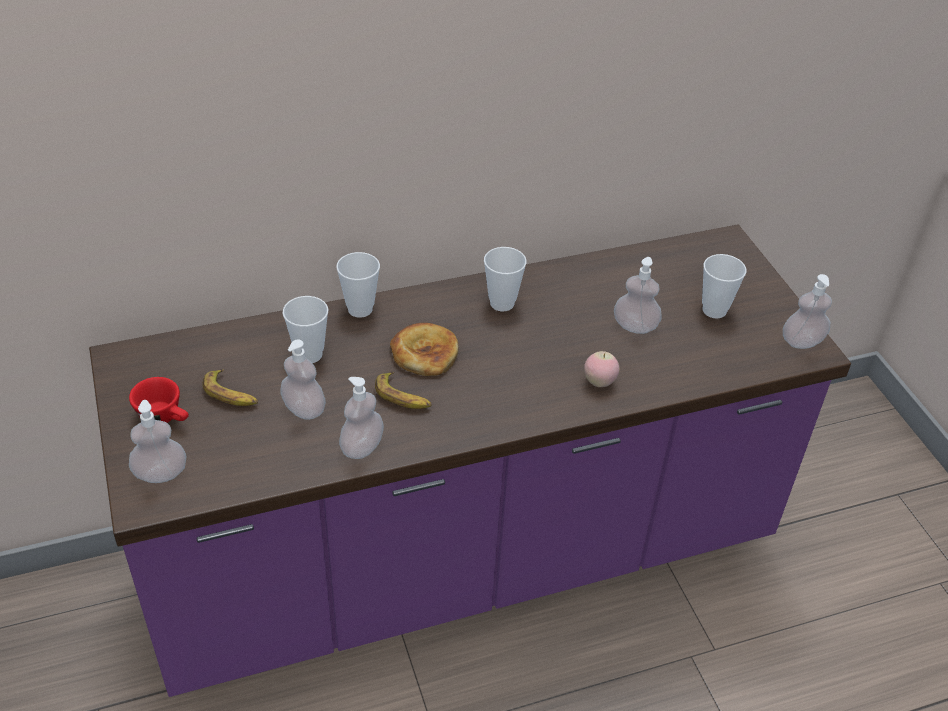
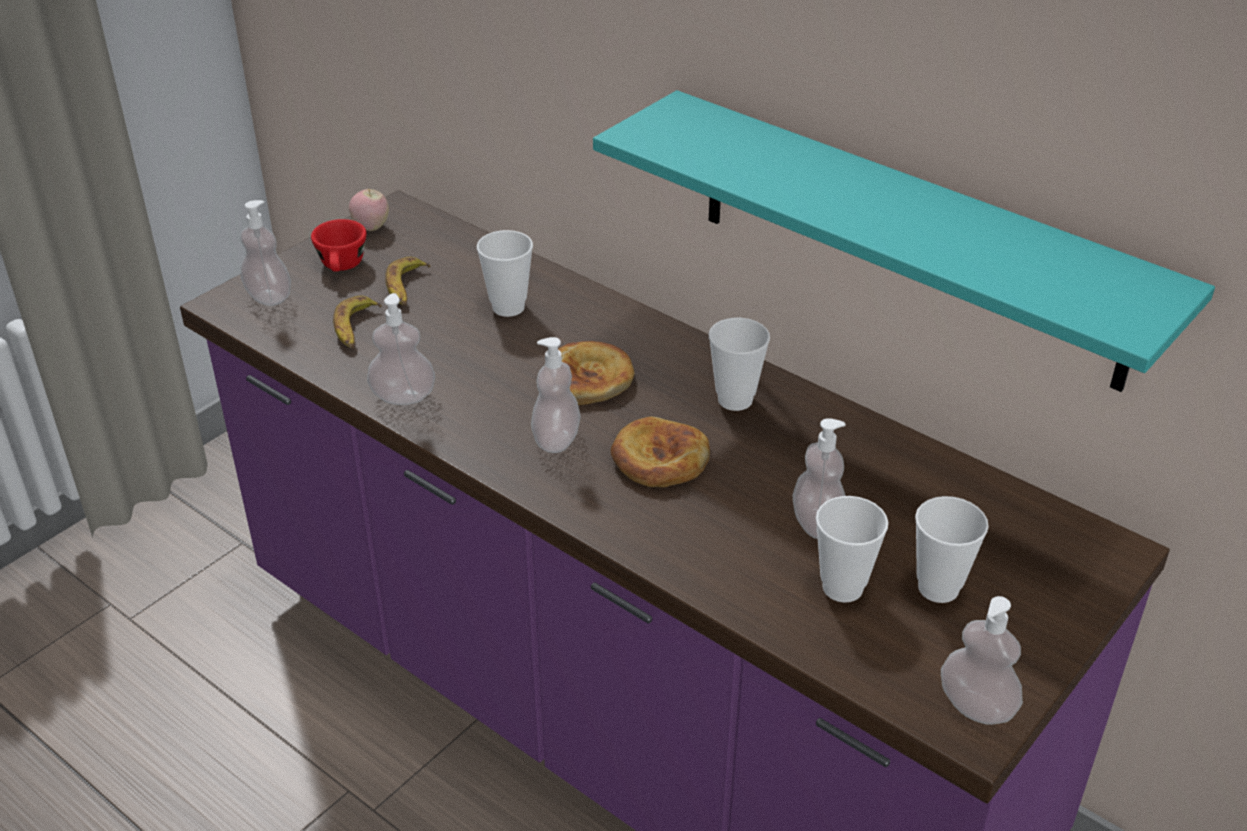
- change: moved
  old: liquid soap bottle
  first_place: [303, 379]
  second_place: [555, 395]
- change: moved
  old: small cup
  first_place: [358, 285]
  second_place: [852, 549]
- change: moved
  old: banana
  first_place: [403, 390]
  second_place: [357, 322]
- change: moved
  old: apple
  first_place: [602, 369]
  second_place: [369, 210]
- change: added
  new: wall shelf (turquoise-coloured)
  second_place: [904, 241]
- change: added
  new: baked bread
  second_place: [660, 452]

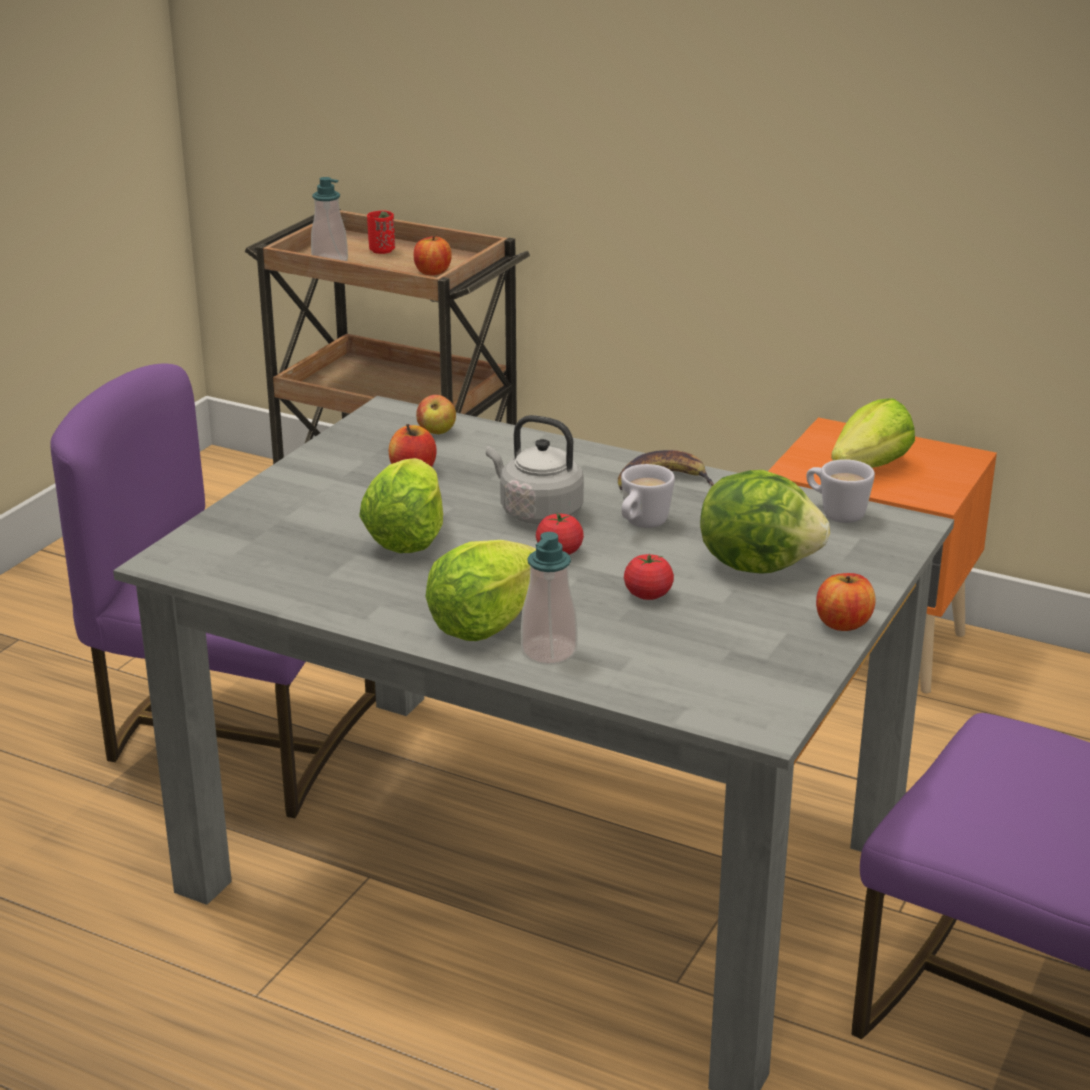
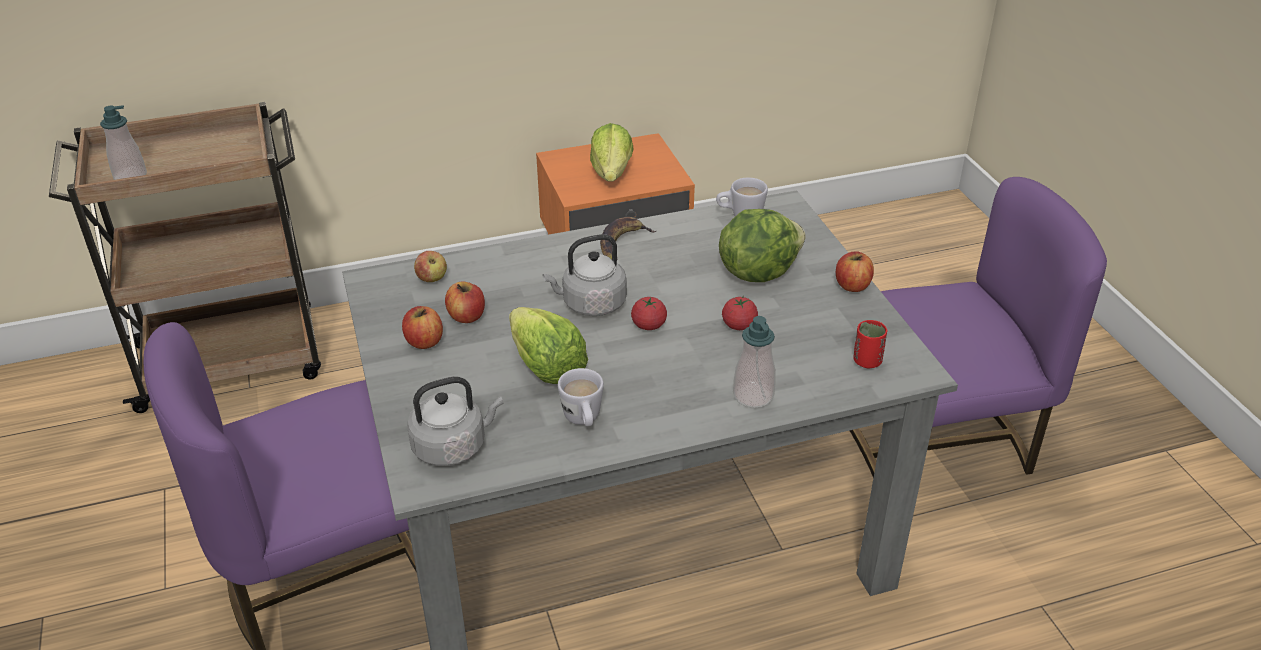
- change: moved
  old: small cup (red)
  first_place: [381, 232]
  second_place: [870, 344]
- change: moved
  old: apple
  first_place: [433, 255]
  second_place: [422, 327]
- change: removed
  old: lettuce head
  first_place: [480, 590]
- change: moved
  old: tea mug (white)
  first_place: [648, 496]
  second_place: [581, 397]
- change: added
  new: water kettle (gray)
  second_place: [455, 421]

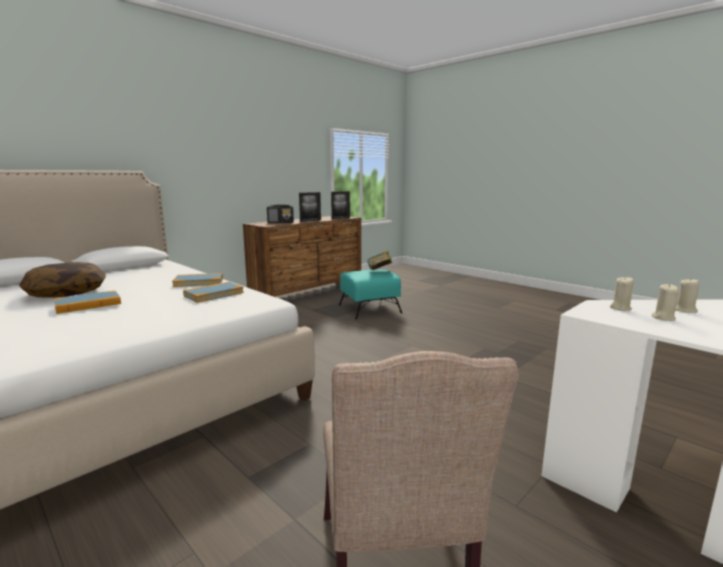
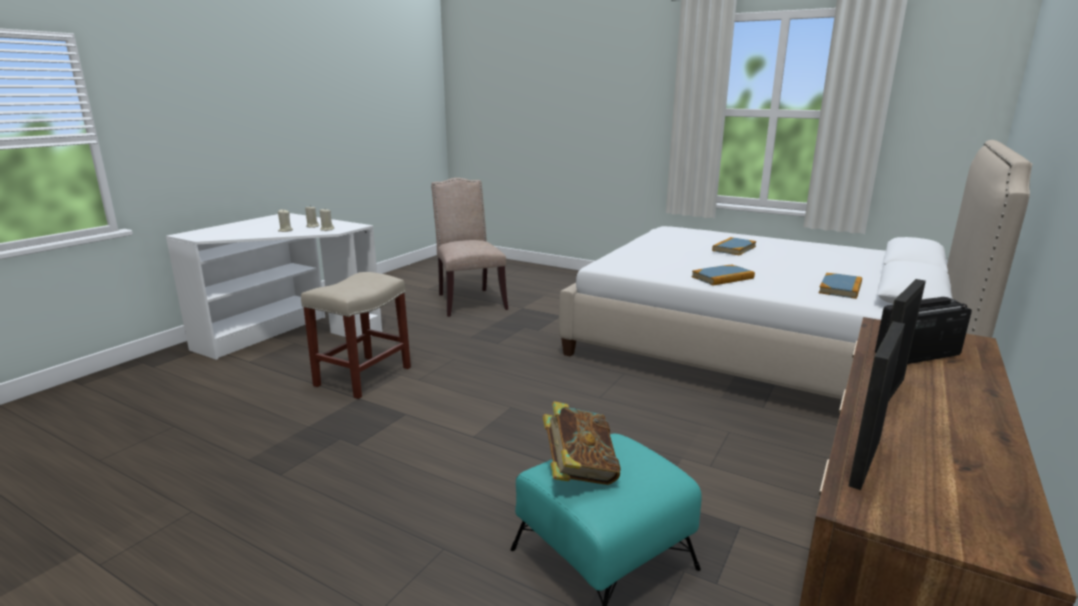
- change: removed
  old: pillow
  first_place: [63, 280]
- change: moved
  old: volume
  first_place: [213, 292]
  second_place: [840, 286]
- change: added
  new: stool seat (beige)
  second_place: [356, 335]

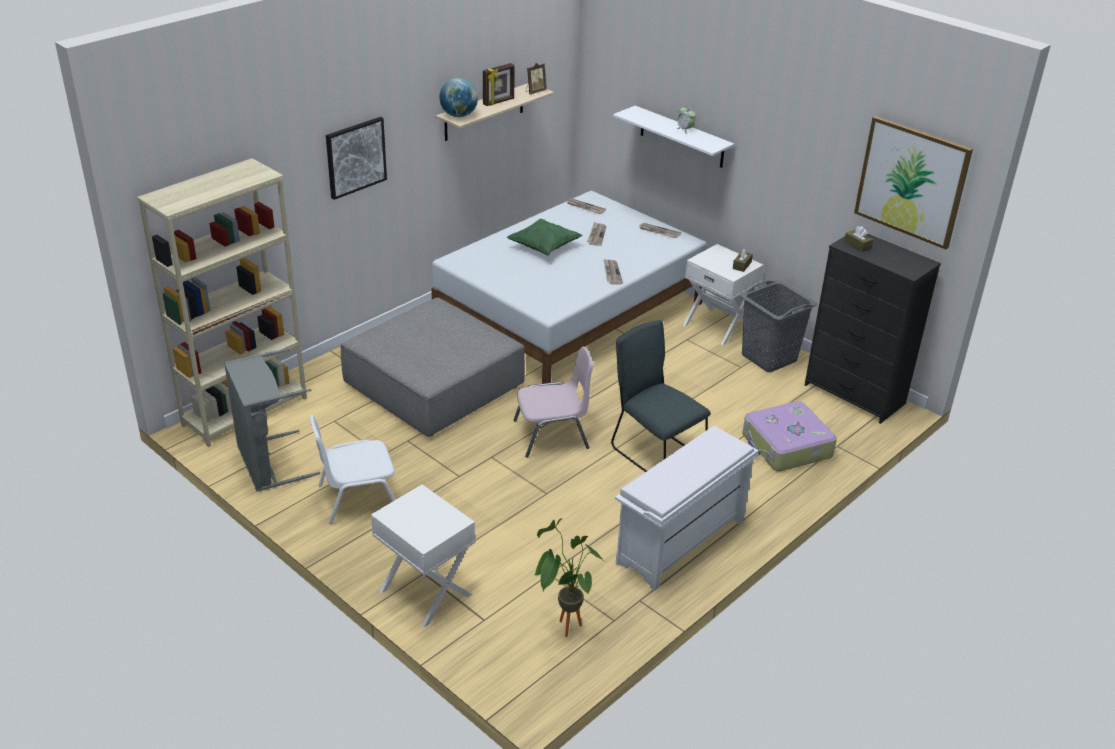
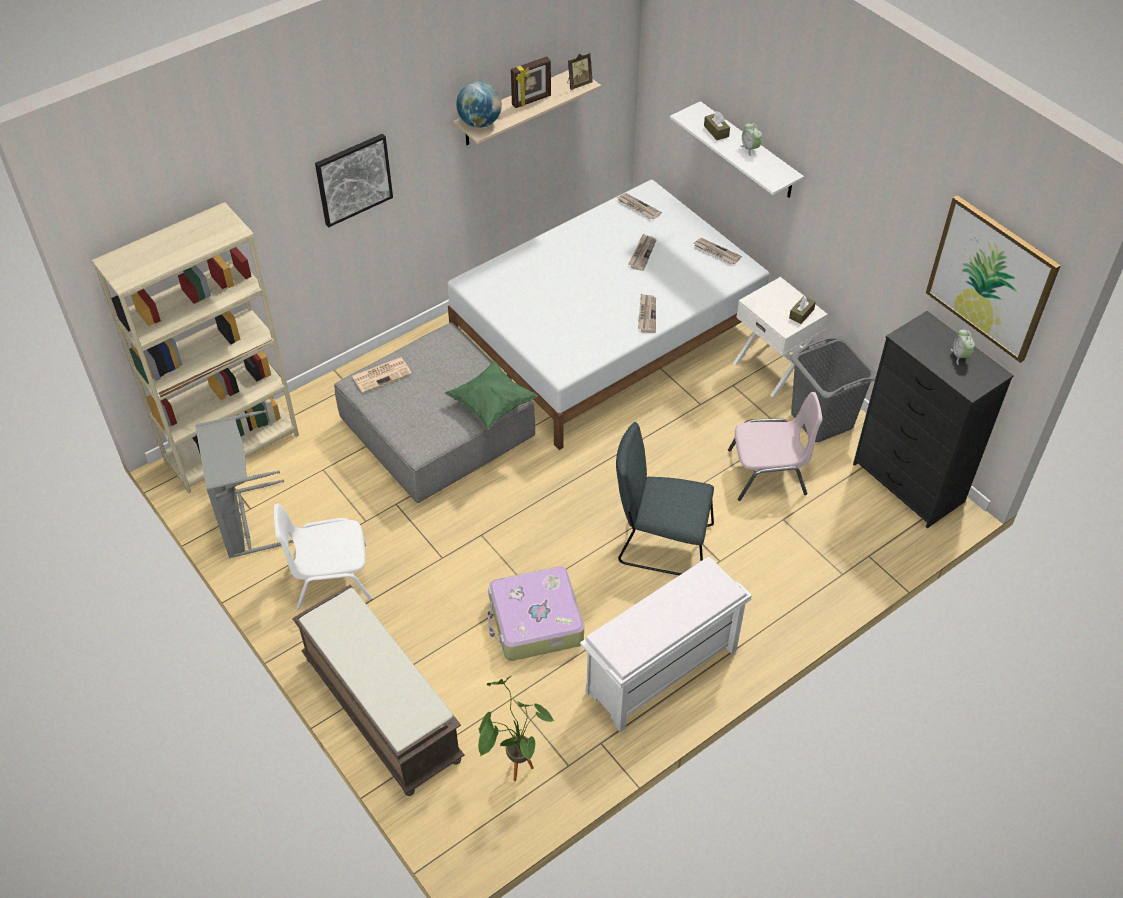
- change: replaced
  old: nightstand (white)
  new: long seat (brown-coloured)
  first_place: [423, 555]
  second_place: [378, 690]
- change: moved
  old: pillow (green-coloured)
  first_place: [544, 237]
  second_place: [491, 395]
- change: moved
  old: chair (pink)
  first_place: [553, 402]
  second_place: [775, 446]
- change: turned
  old: chair (gray)
  first_place: [661, 396]
  second_place: [665, 498]
  degrees: -45
- change: moved
  old: suitcase
  first_place: [789, 436]
  second_place: [535, 613]
- change: moved
  old: tissue box (brown-coloured)
  first_place: [858, 239]
  second_place: [717, 125]
- change: added
  new: daily paper
  second_place: [382, 375]
- change: added
  new: alarm clock
  second_place: [963, 347]

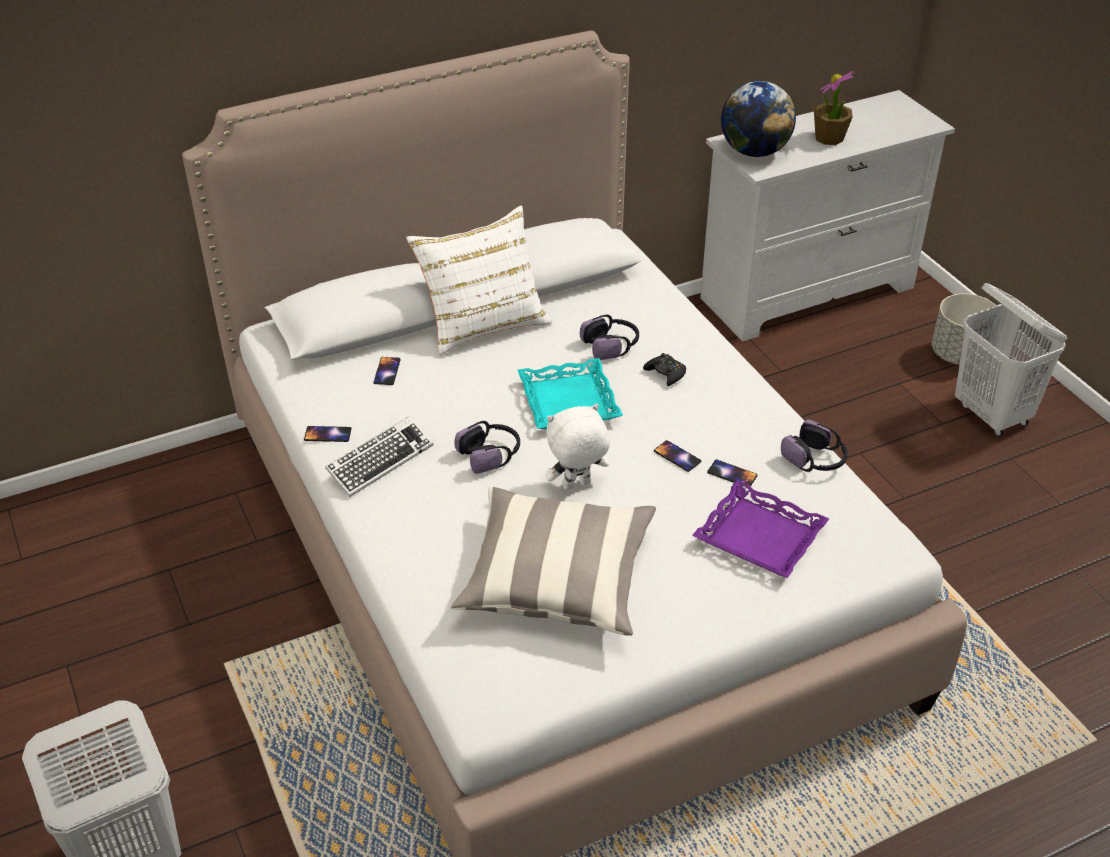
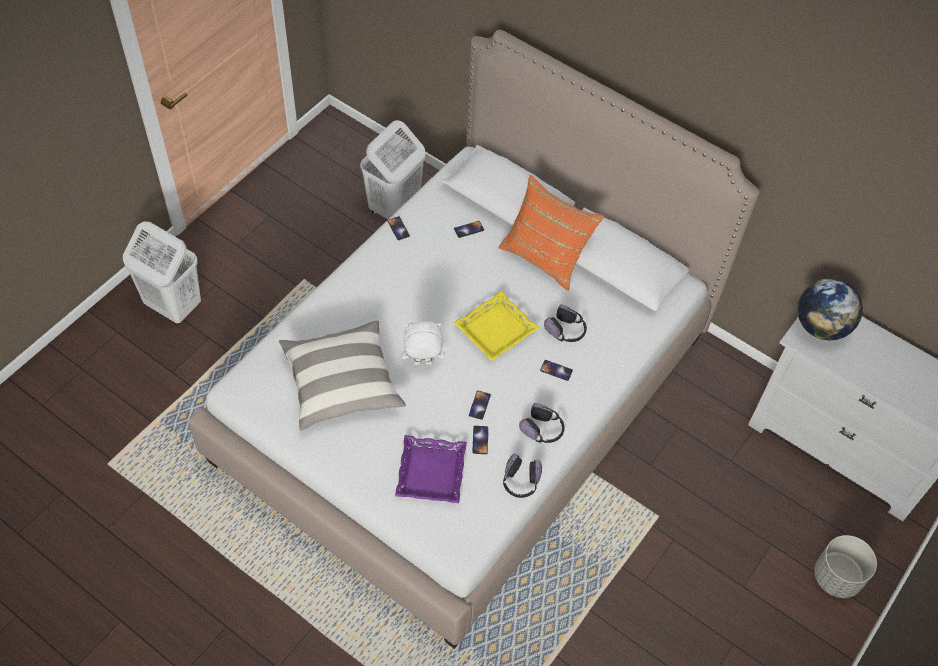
- change: removed
  old: keyboard
  first_place: [379, 456]
- change: recoloured
  old: pillow (white)
  new: pillow (orange)
  first_place: [479, 280]
  second_place: [551, 233]
- change: moved
  old: headset
  first_place: [487, 447]
  second_place: [542, 423]
- change: recoloured
  old: tray (turquoise-coloured)
  new: tray (yellowish)
  first_place: [570, 393]
  second_place: [496, 326]
- change: turned
  old: plush toy (white)
  first_place: [577, 447]
  second_place: [423, 343]
  degrees: -45
- change: replaced
  old: joypad (black-coloured)
  new: telephone
  first_place: [664, 369]
  second_place: [556, 370]
- change: removed
  old: plant in a pot
  first_place: [834, 108]
- change: moved
  old: washing basket (white)
  first_place: [1011, 360]
  second_place: [392, 169]

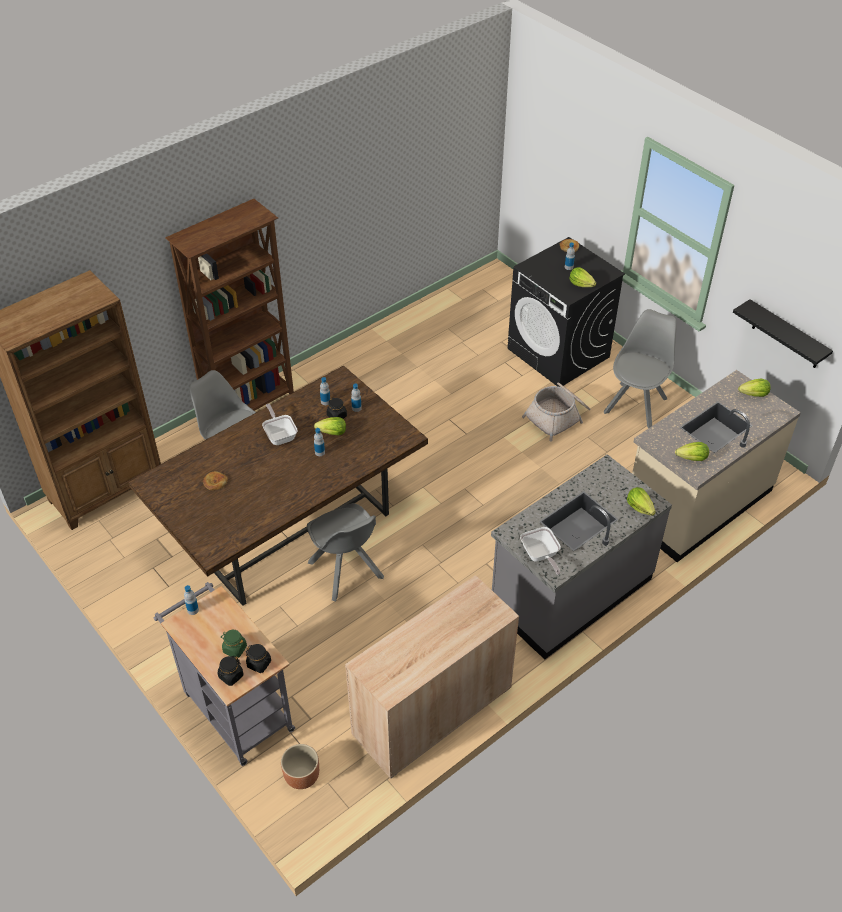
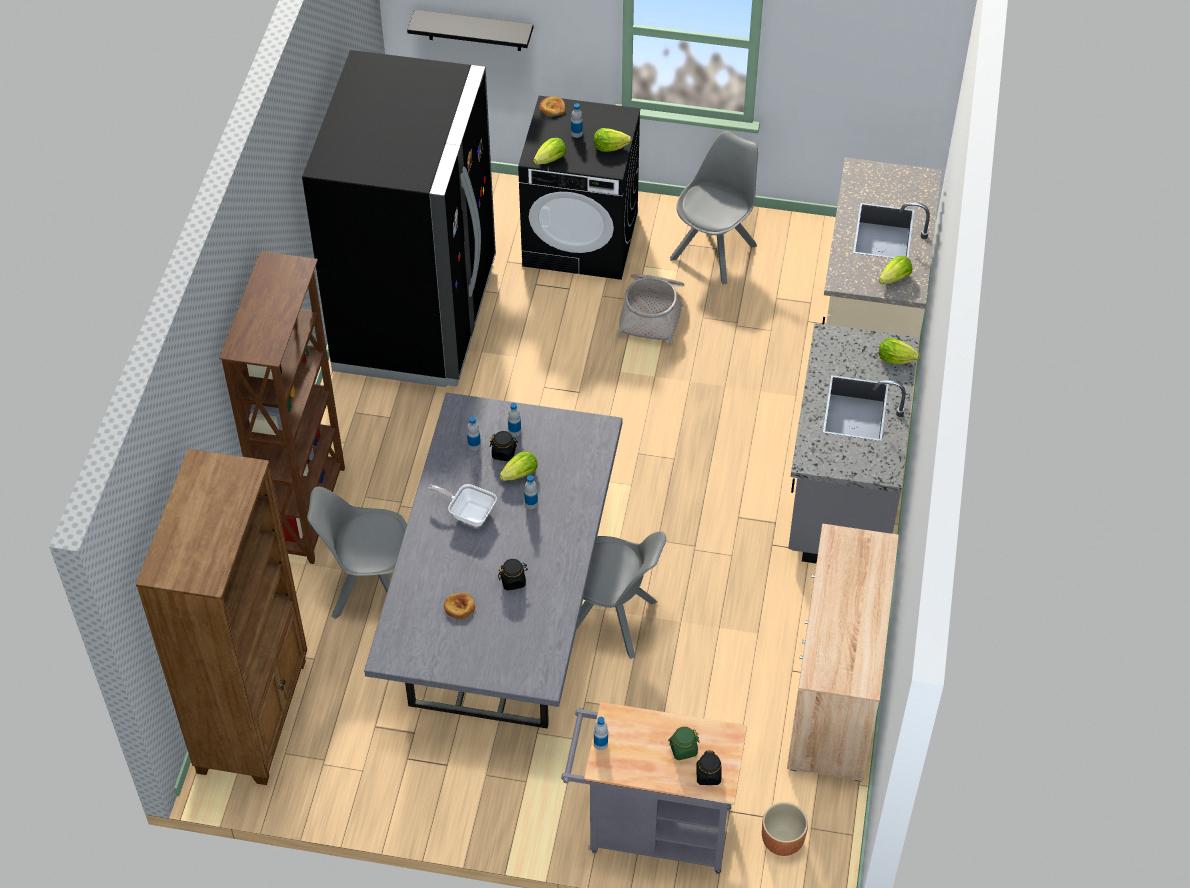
- change: recoloured
  old: dinner table (brown-coloured)
  new: dinner table (gray)
  first_place: [278, 486]
  second_place: [493, 560]
- change: moved
  old: preserve jar (black-coloured)
  first_place: [258, 658]
  second_place: [513, 575]
- change: removed
  old: frying pan
  first_place: [540, 551]
- change: turned
  old: chair (gray)
  first_place: [640, 368]
  second_place: [714, 208]
  degrees: 45
- change: moved
  old: wall shelf (black-coloured)
  first_place: [783, 333]
  second_place: [470, 30]
- change: moved
  old: lettuce head
  first_place: [754, 388]
  second_place: [549, 151]
- change: added
  new: refrigerator (black-coloured)
  second_place: [399, 218]

